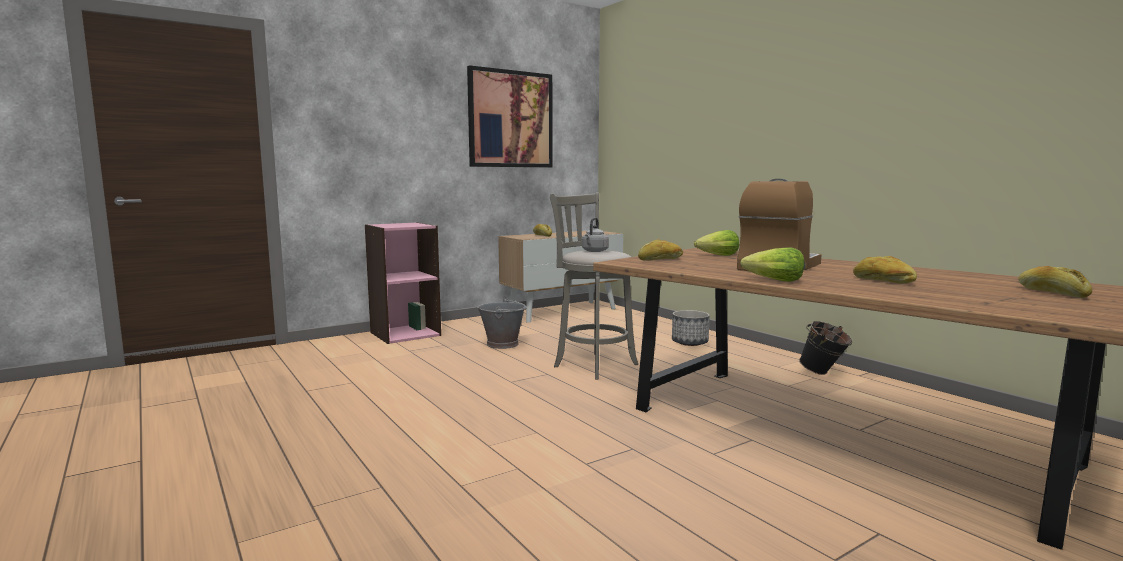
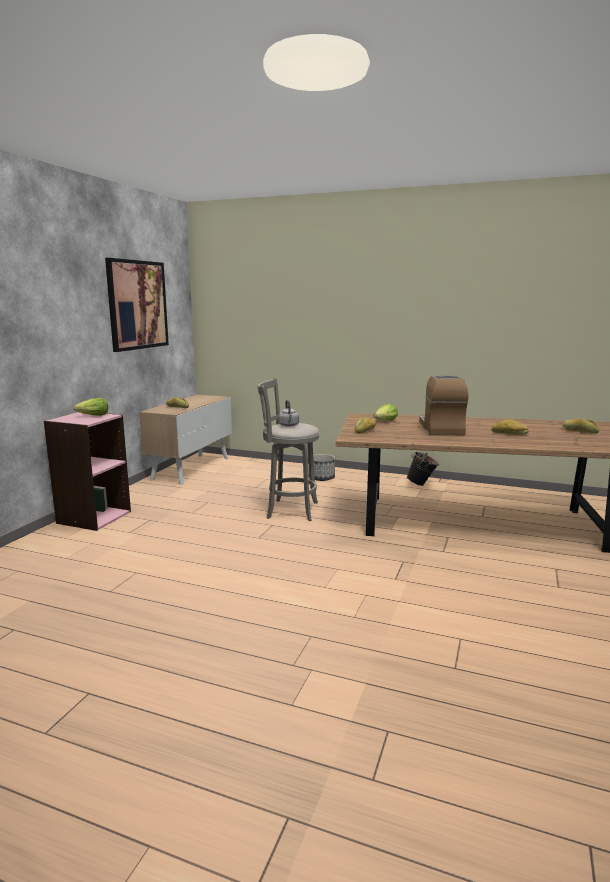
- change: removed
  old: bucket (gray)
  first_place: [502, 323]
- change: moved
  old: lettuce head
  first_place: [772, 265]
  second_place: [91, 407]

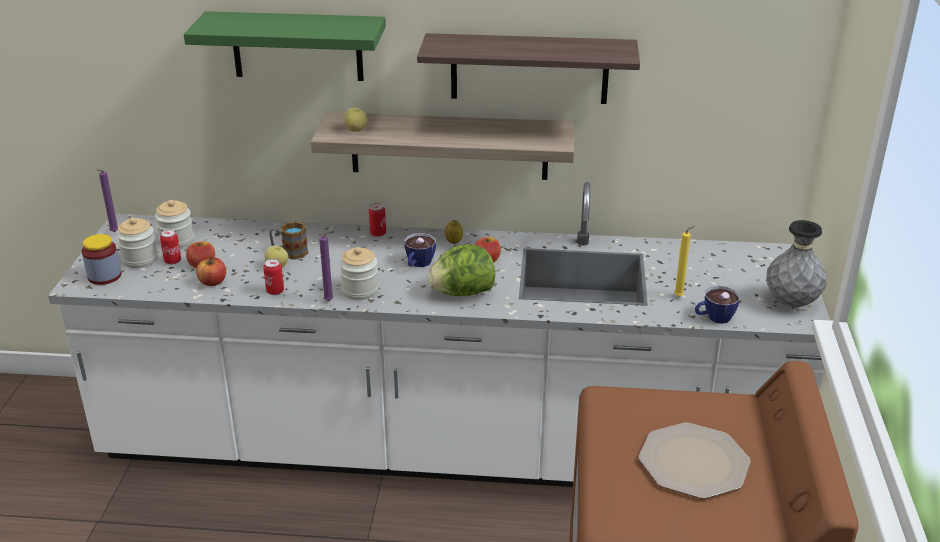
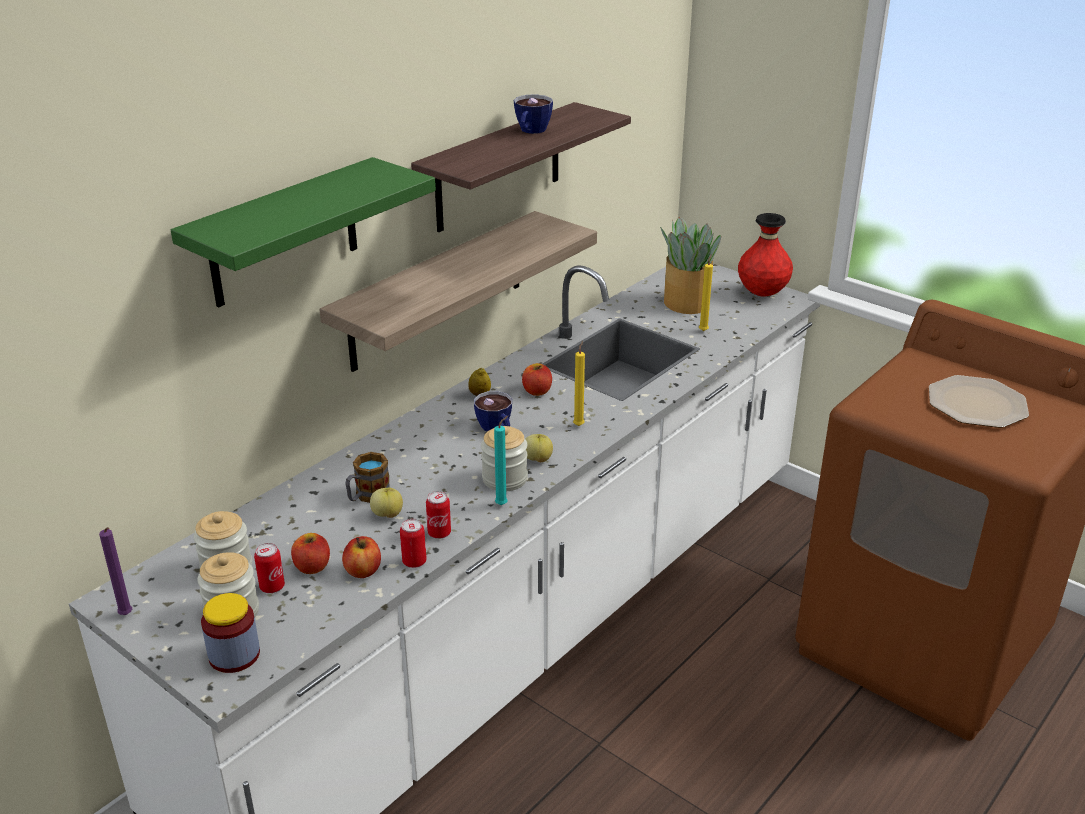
- change: recoloured
  old: wax candle (purple)
  new: wax candle (turquoise-coloured)
  first_place: [326, 266]
  second_place: [501, 460]
- change: moved
  old: apple
  first_place: [355, 120]
  second_place: [539, 448]
- change: moved
  old: sealed can
  first_place: [377, 220]
  second_place: [413, 543]
- change: replaced
  old: lettuce head
  new: wax candle (yellowish)
  first_place: [461, 270]
  second_place: [579, 383]
- change: moved
  old: small cup
  first_place: [717, 305]
  second_place: [533, 114]
- change: recoloured
  old: flower vase (gray)
  new: flower vase (red)
  first_place: [796, 263]
  second_place: [765, 255]
- change: added
  new: plant in a pot
  second_place: [691, 265]

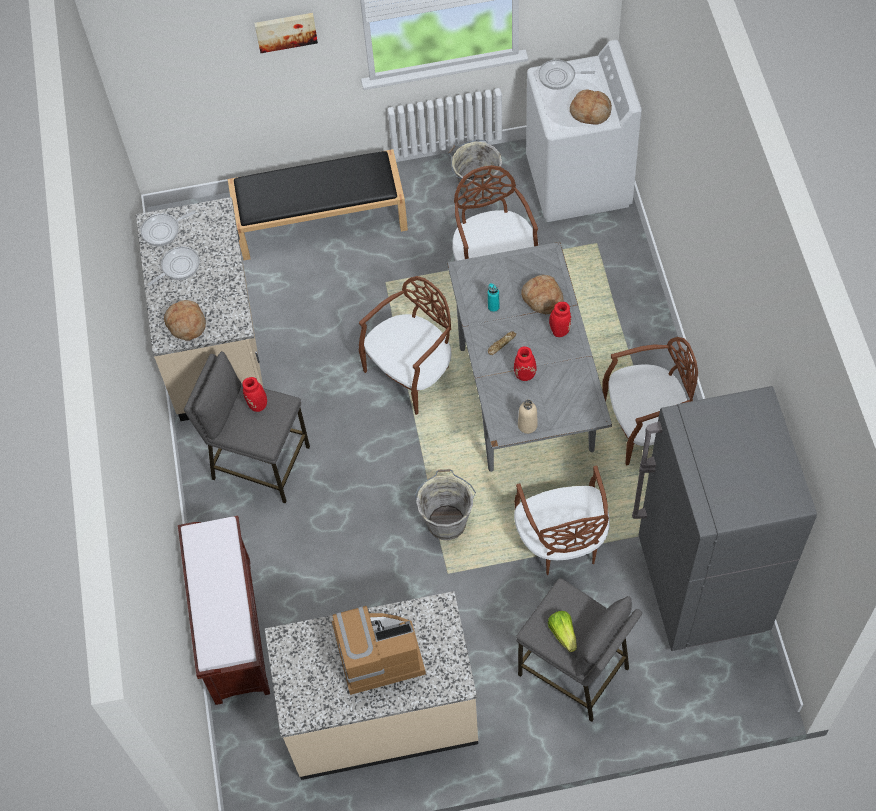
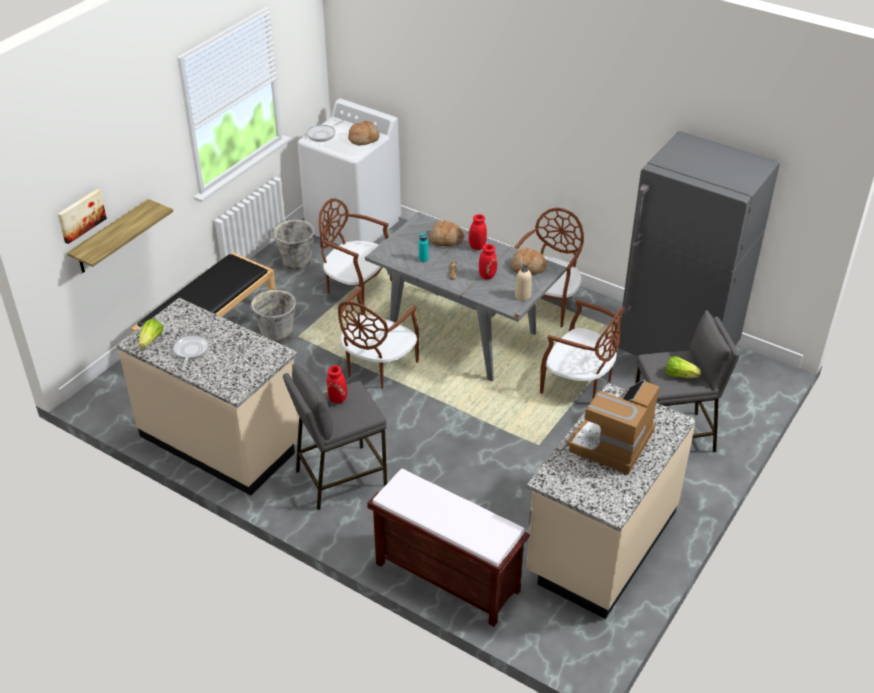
- change: replaced
  old: frying pan
  new: lettuce head
  first_place: [168, 228]
  second_place: [151, 334]
- change: moved
  old: baked bread
  first_place: [185, 320]
  second_place: [529, 261]
- change: moved
  old: wall picture
  first_place: [286, 33]
  second_place: [82, 216]
- change: turned
  old: chair (brown-coloured)
  first_place: [405, 345]
  second_place: [378, 338]
  degrees: -150
- change: moved
  old: bucket (gray)
  first_place: [445, 504]
  second_place: [273, 317]
- change: added
  new: wall shelf
  second_place: [120, 236]

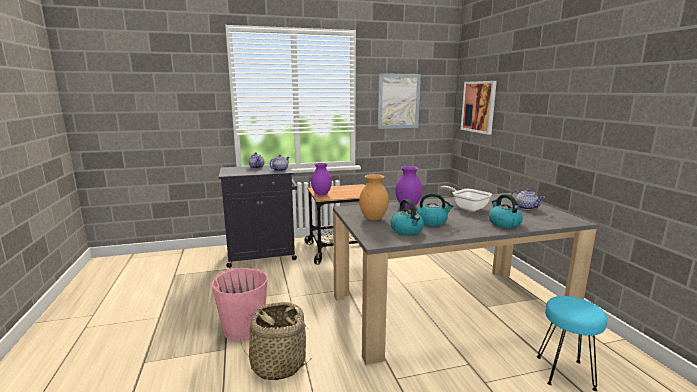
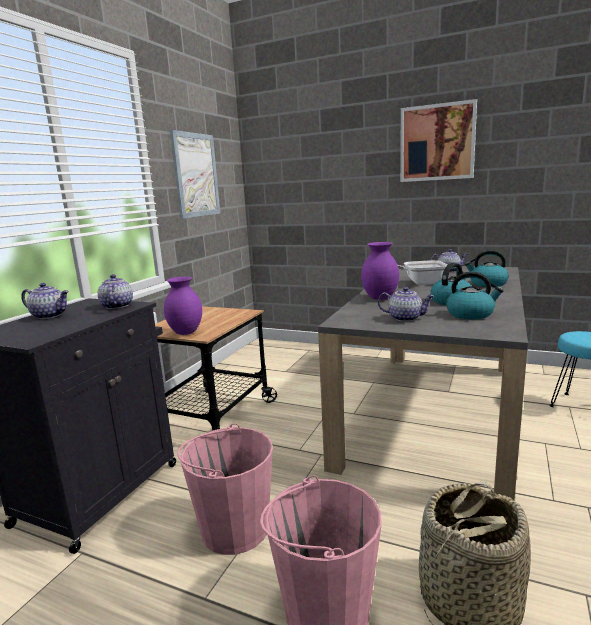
- change: replaced
  old: flower vase (brown-coloured)
  new: pot for tea
  first_place: [374, 197]
  second_place: [406, 304]
- change: moved
  old: wall picture
  first_place: [479, 108]
  second_place: [438, 140]
- change: added
  new: bucket (pink)
  second_place: [225, 489]

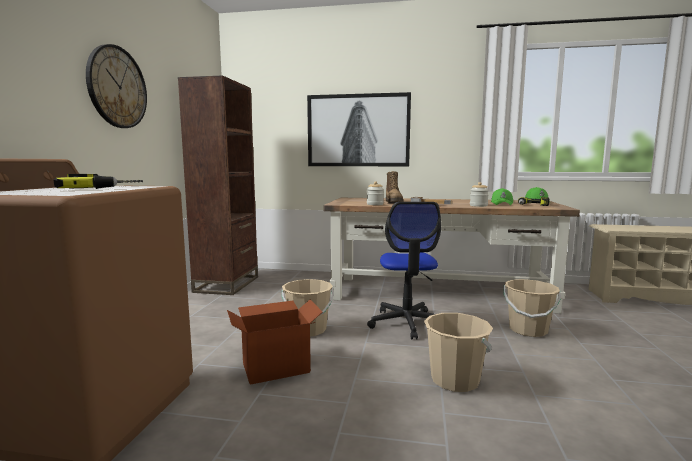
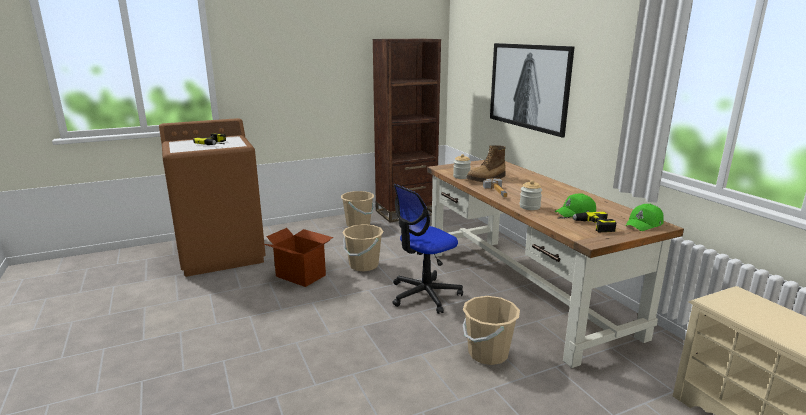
- change: removed
  old: clock on the wall
  first_place: [116, 86]
- change: moved
  old: bucket (beige)
  first_place: [458, 352]
  second_place: [357, 209]

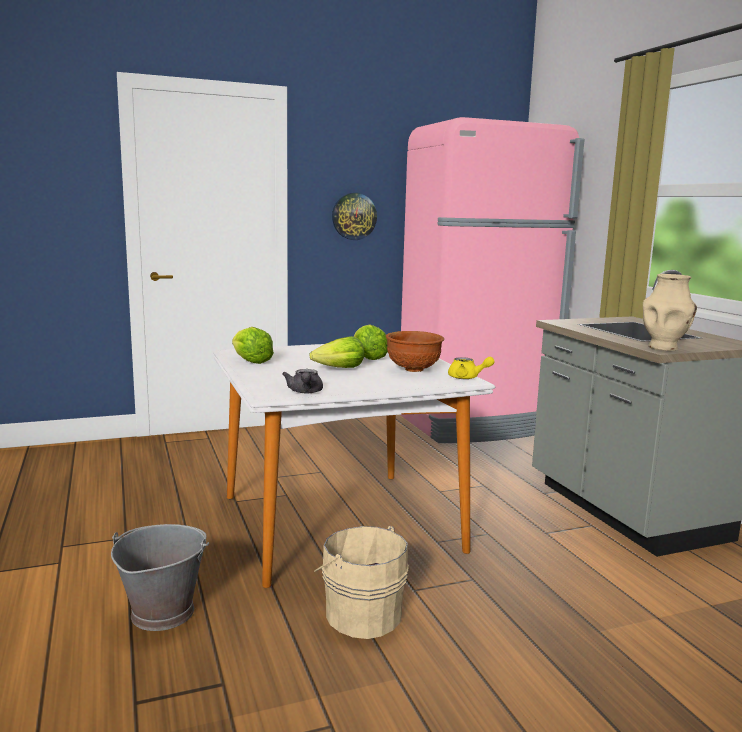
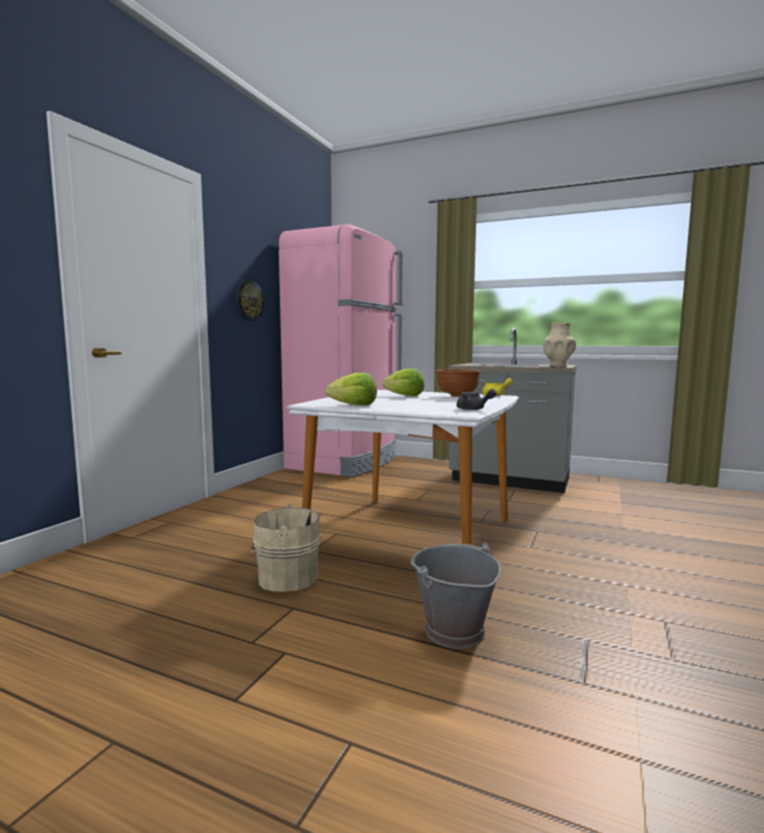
- change: removed
  old: lettuce head
  first_place: [337, 352]
- change: moved
  old: bucket (beige)
  first_place: [361, 582]
  second_place: [286, 548]

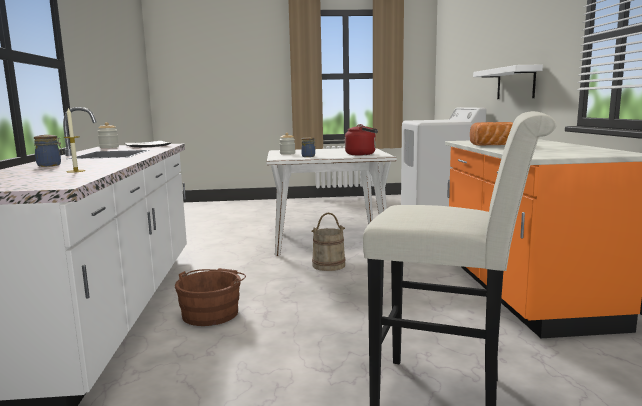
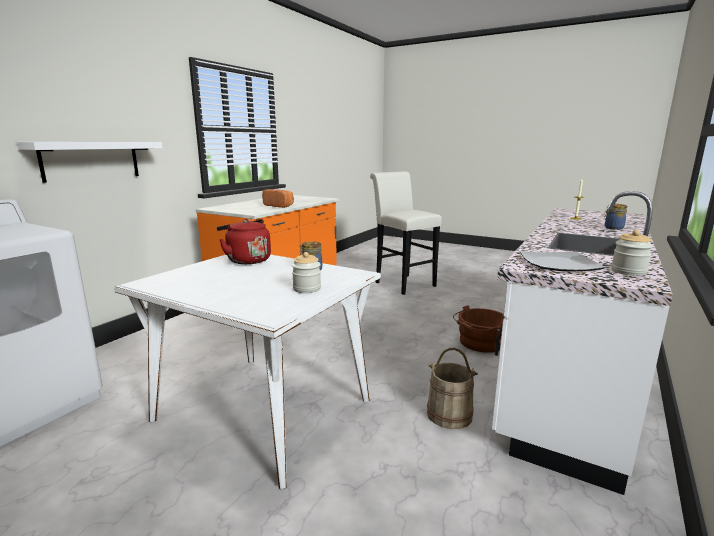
- change: moved
  old: bucket (beige)
  first_place: [328, 242]
  second_place: [452, 388]

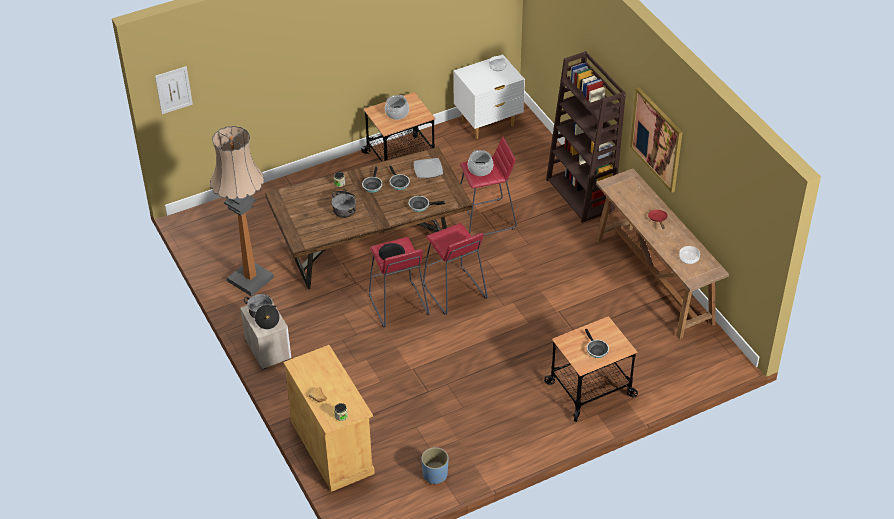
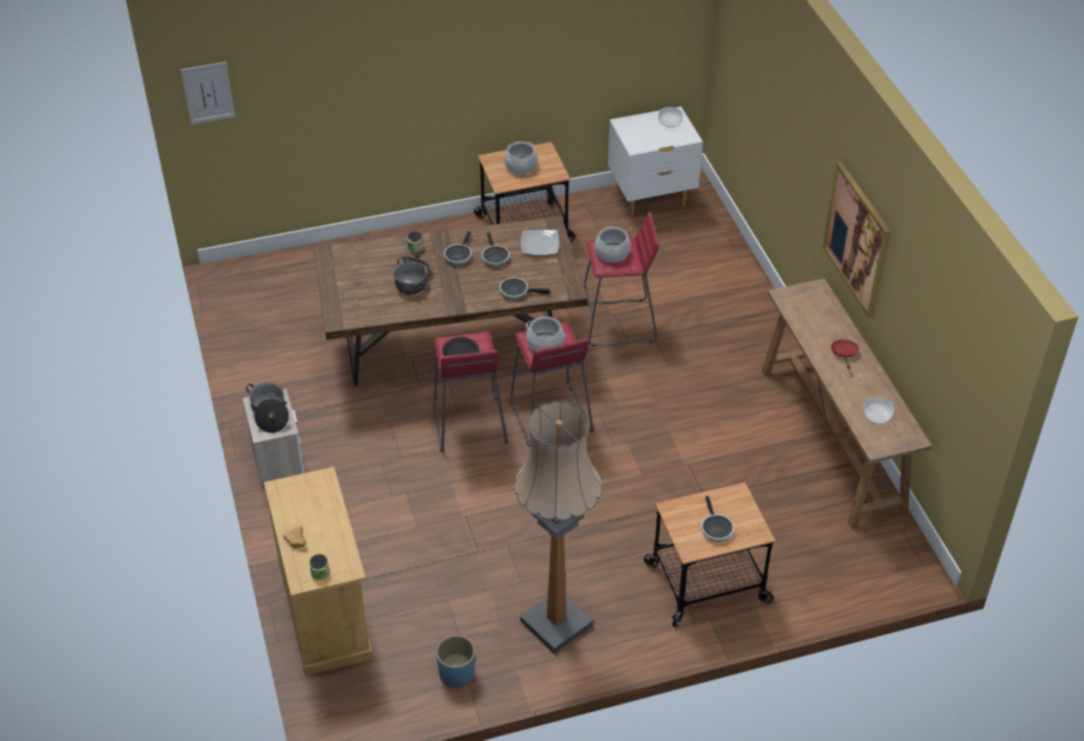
- change: moved
  old: standing lamp
  first_place: [242, 211]
  second_place: [558, 527]
- change: removed
  old: shelving unit (brown-coloured)
  first_place: [586, 137]
- change: added
  new: cooking pot
  second_place: [545, 334]

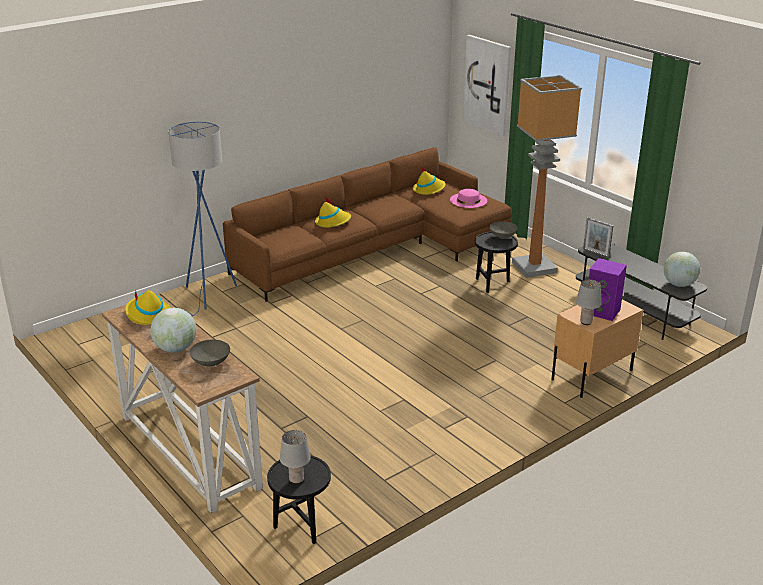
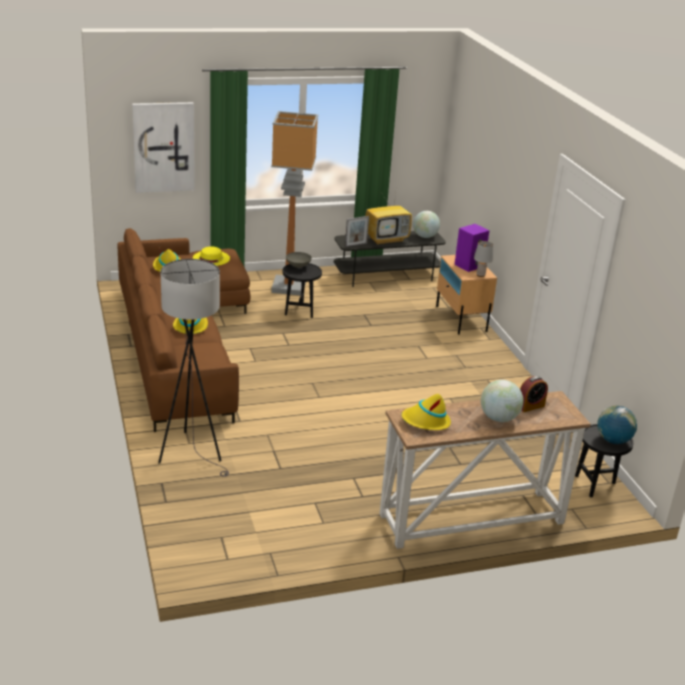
- change: recoloured
  old: standing lamp (blue)
  new: standing lamp (gray)
  first_place: [203, 219]
  second_place: [193, 368]
- change: replaced
  old: deep dish (gray)
  new: alarm clock
  first_place: [209, 353]
  second_place: [534, 394]
- change: replaced
  old: table lamp (gray)
  new: desk globe
  first_place: [295, 457]
  second_place: [617, 425]
- change: recoloured
  old: clothing hat (pink)
  new: clothing hat (yellowish)
  first_place: [468, 198]
  second_place: [211, 256]
- change: added
  new: television
  second_place: [388, 214]

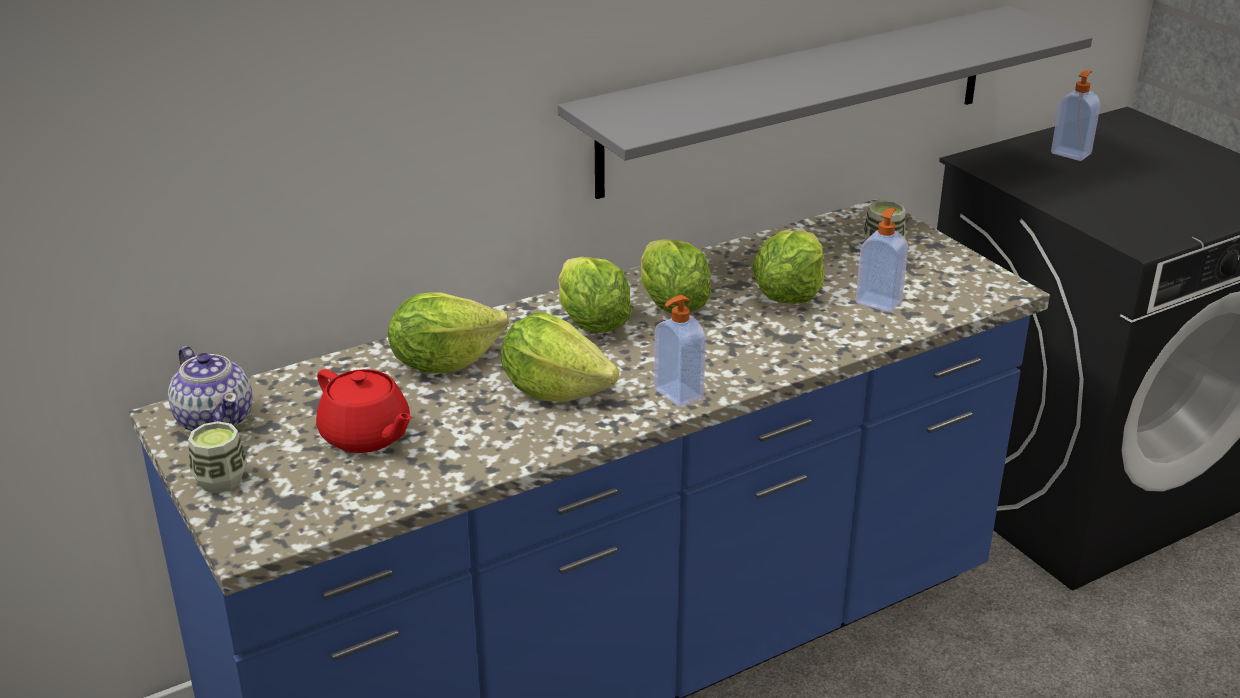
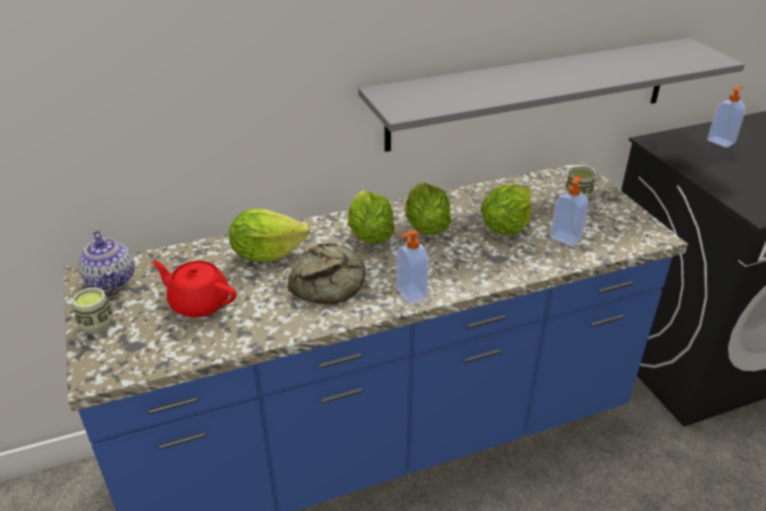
- change: turned
  old: pot for tea (red)
  first_place: [364, 411]
  second_place: [193, 289]
  degrees: 150
- change: replaced
  old: lettuce head
  new: baked bread
  first_place: [560, 357]
  second_place: [326, 273]

